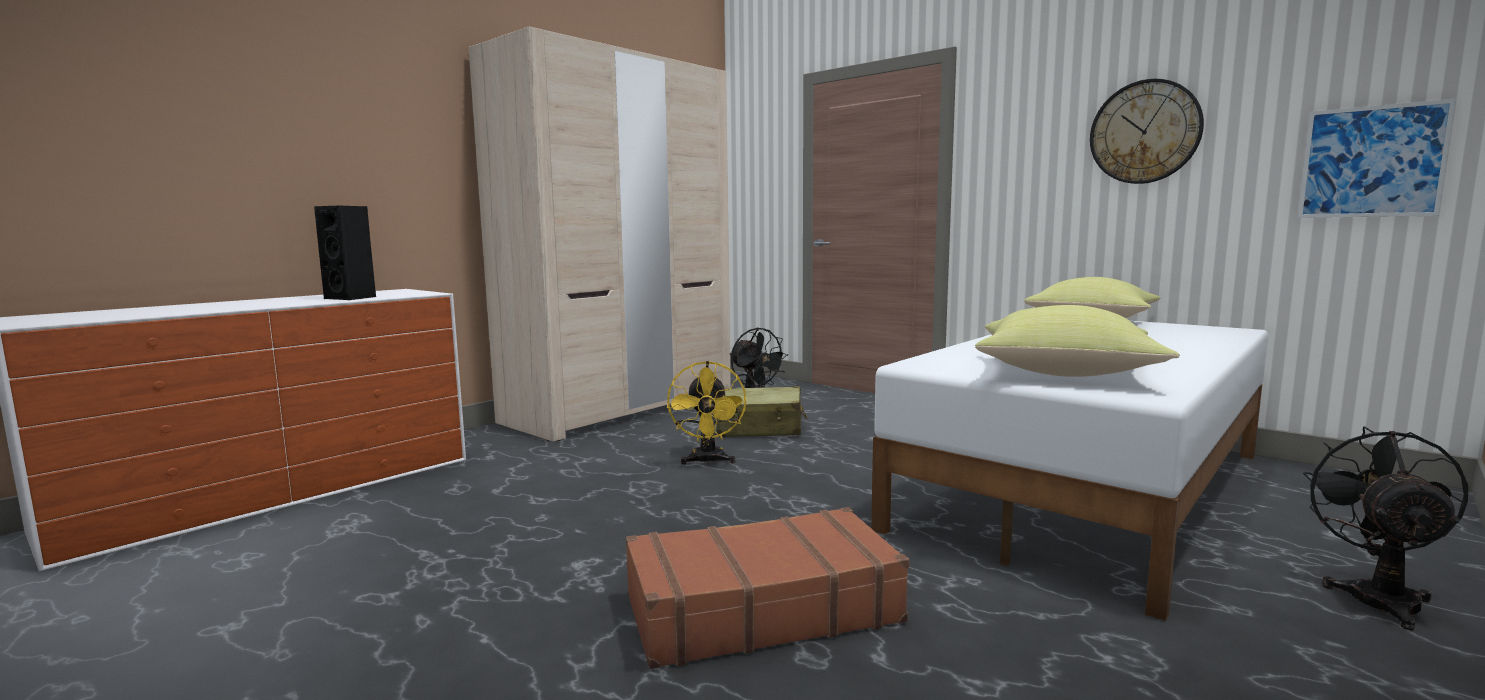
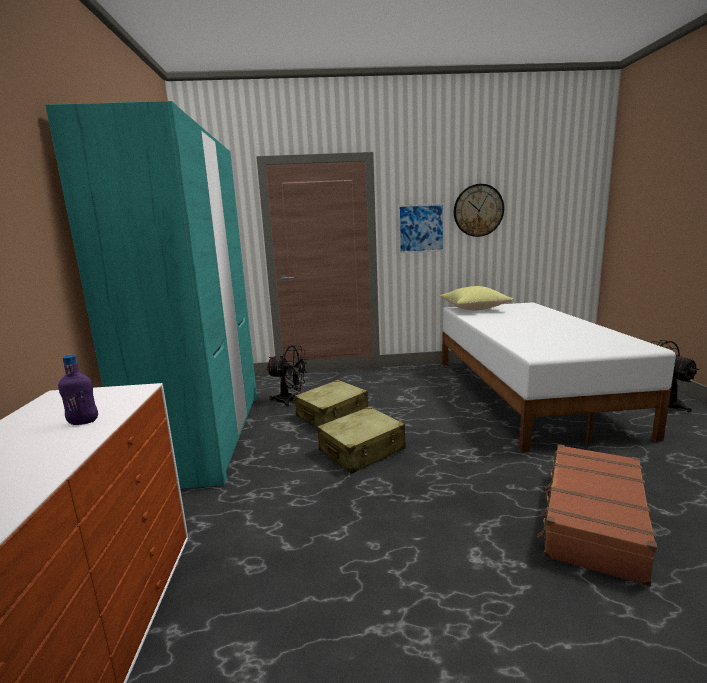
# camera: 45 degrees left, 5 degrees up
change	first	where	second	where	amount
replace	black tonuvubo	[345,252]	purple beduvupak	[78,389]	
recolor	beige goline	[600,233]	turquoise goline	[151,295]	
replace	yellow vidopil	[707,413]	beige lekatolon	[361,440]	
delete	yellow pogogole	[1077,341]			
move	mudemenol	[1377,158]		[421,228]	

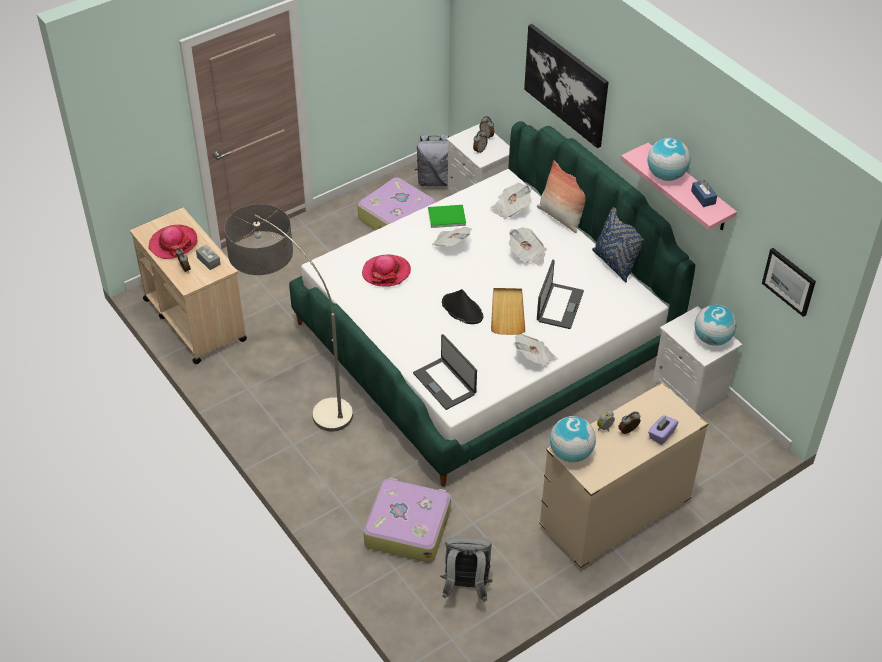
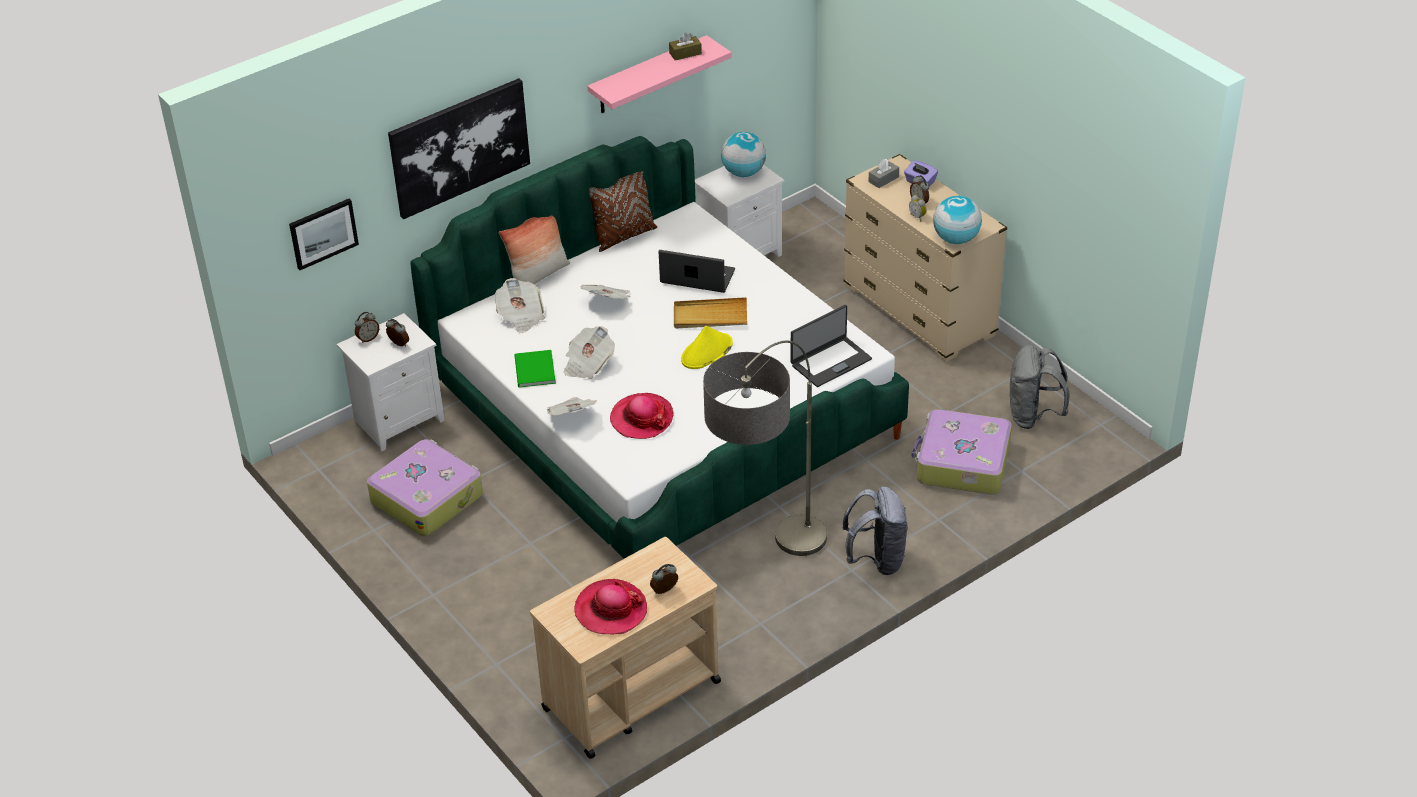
# camera: 90 degrees left, 5 degrees down
change	first	where	second	where	amount
move	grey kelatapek	[208,257]		[883,173]	
move	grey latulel	[432,160]		[874,530]	
recolor	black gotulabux	[462,306]	yellow gotulabux	[707,347]	
move	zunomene	[535,349]		[571,406]	
recolor	blue pogogole	[618,244]	brown pogogole	[623,211]	
delete	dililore	[669,159]			
recolor	blue kelatapek	[704,193]	brown kelatapek	[685,46]	
move	mudemenol	[789,282]		[324,234]	

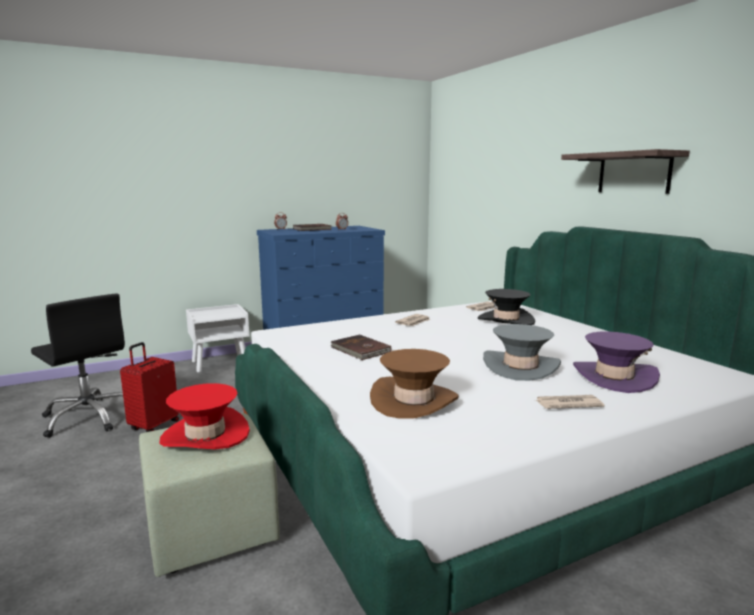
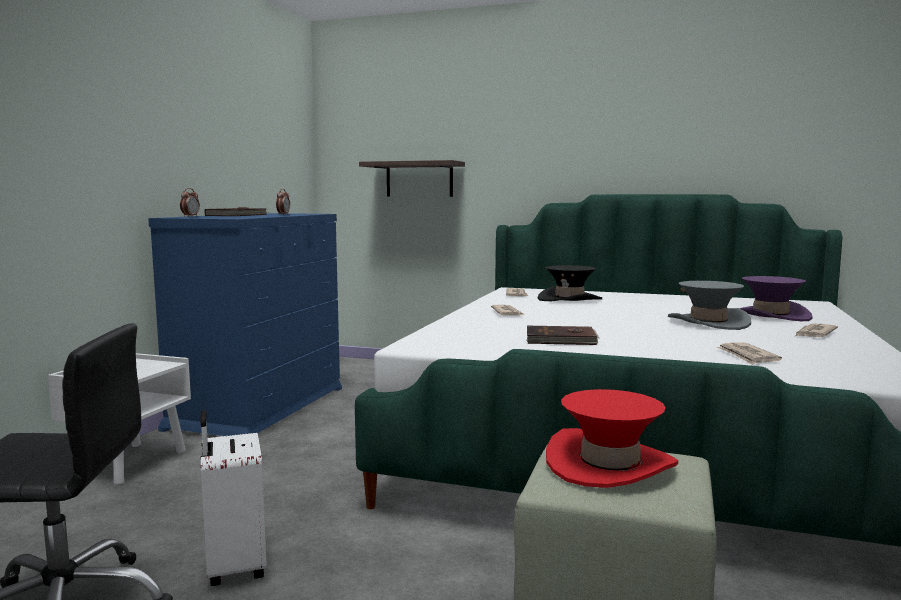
# camera: 45 degrees left, 5 degrees down
change	first	where	second	where	amount
recolor	red lekatolon	[149,387]	white lekatolon	[234,498]	
replace	brown gotulabux	[414,384]	zunomene	[749,353]	
move	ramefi	[625,171]		[412,178]	

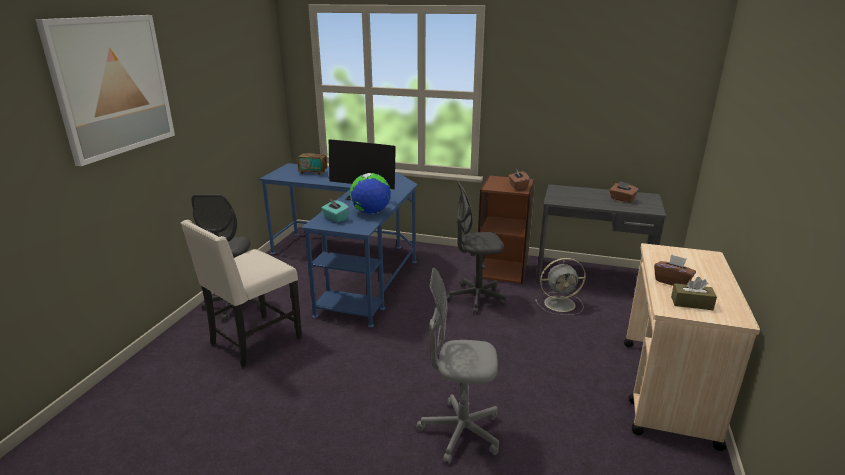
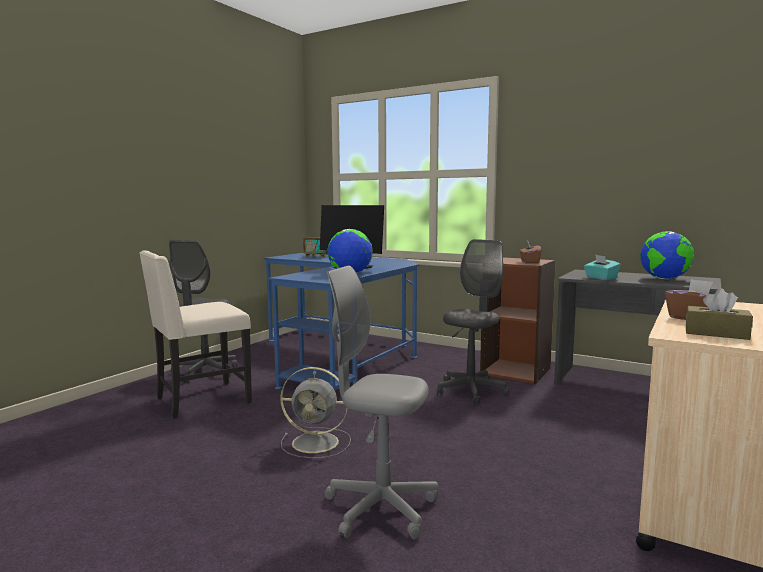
# camera: 15 degrees right, 15 degrees down
change	first	where	second	where	amount
delete	mudemenol	[105,90]			
move	turquoise kelatapek	[336,210]		[602,267]	
rotate	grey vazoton	[476,247]		[473,321]	120 degrees clockwise
move	grey vidopil	[560,286]		[315,412]	
replace	brown kelatapek	[624,192]	dililore	[667,255]	

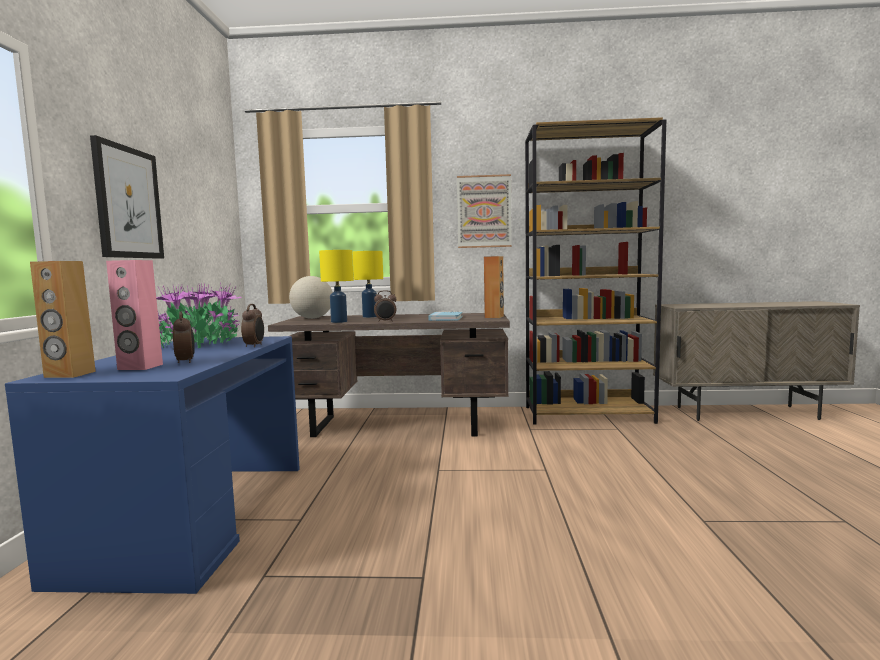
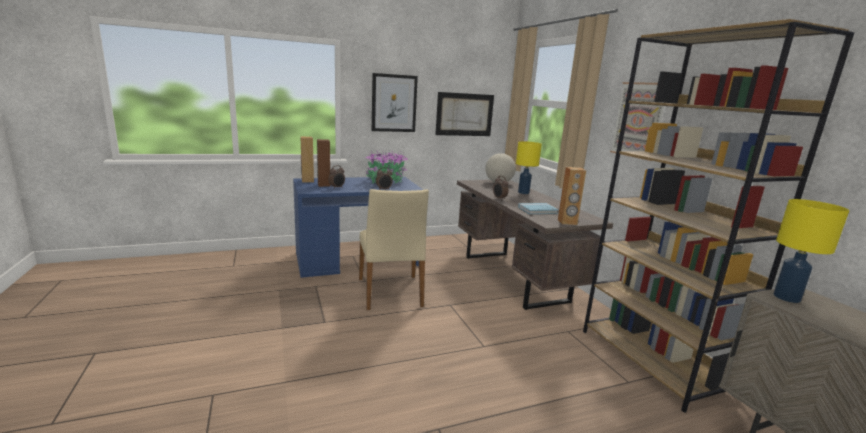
# camera: 65 degrees right, 10 degrees up
change	first	where	second	where	amount
recolor	pink tonuvubo	[134,315]	brown tonuvubo	[323,163]	
move	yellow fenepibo	[336,286]		[811,251]	
insert			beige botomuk	[394,249]	
insert			mudemenol	[464,114]	

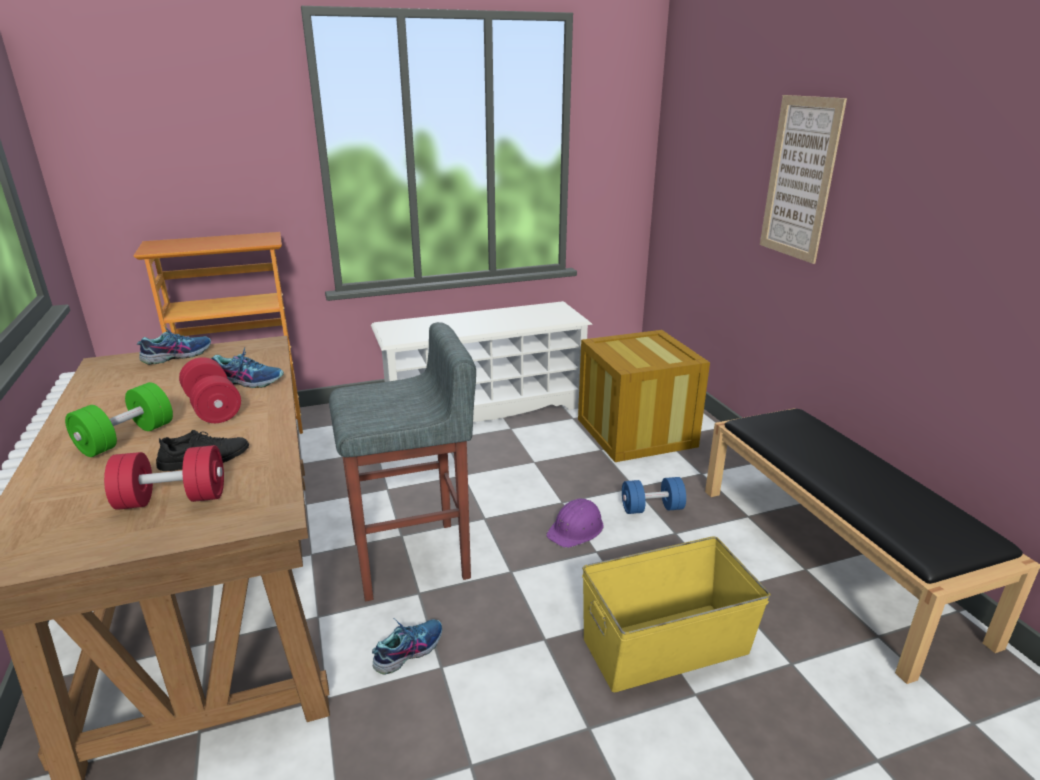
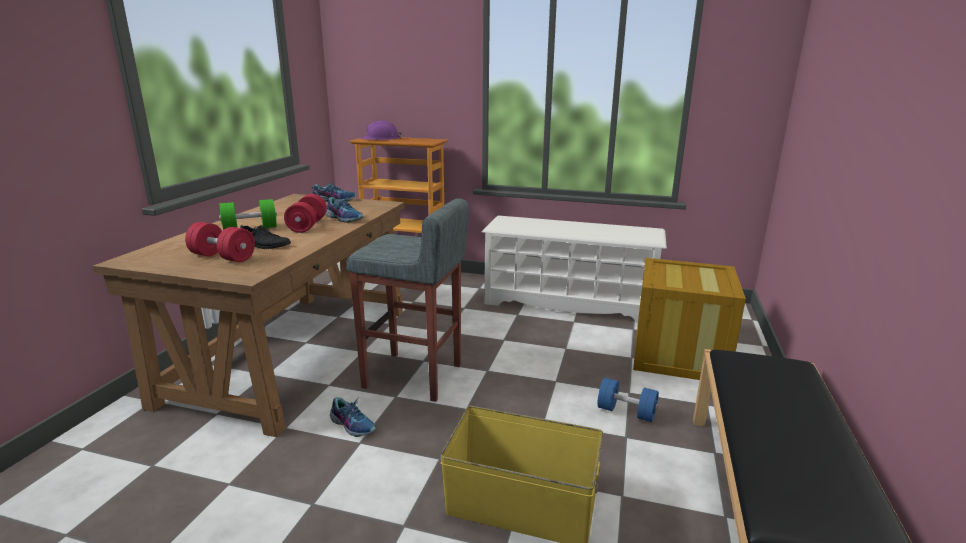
# camera: 35 degrees right, 5 degrees down
change	first	where	second	where	amount
rotate	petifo	[407,646]		[353,417]	45 degrees clockwise
move	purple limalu	[575,523]		[381,130]	
delete	mudemenol	[803,179]			

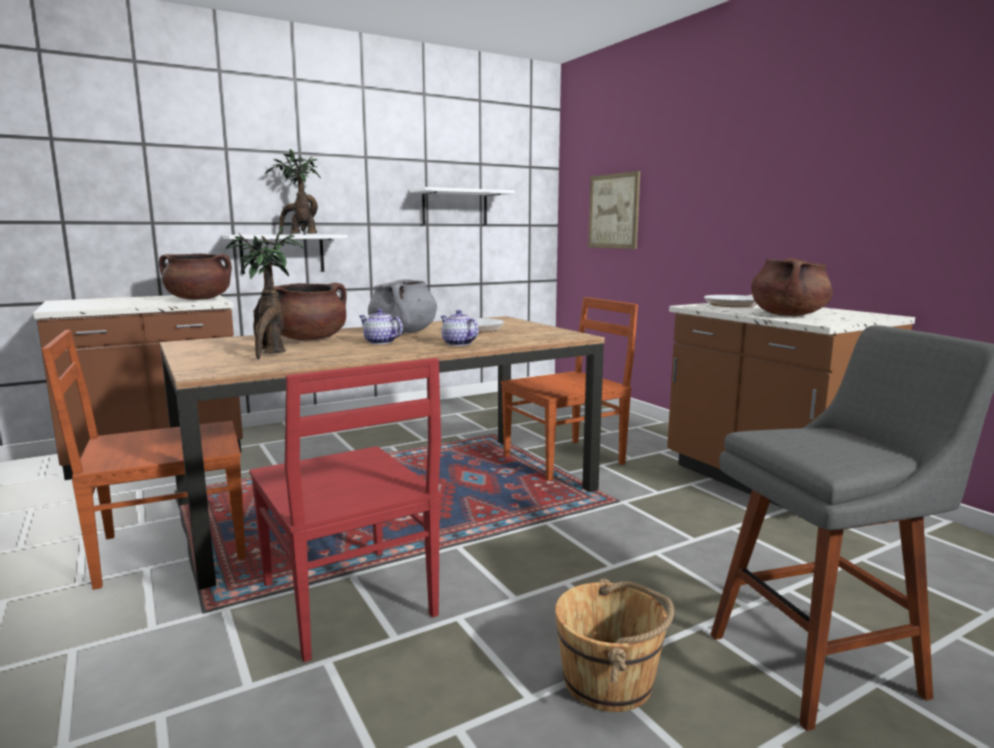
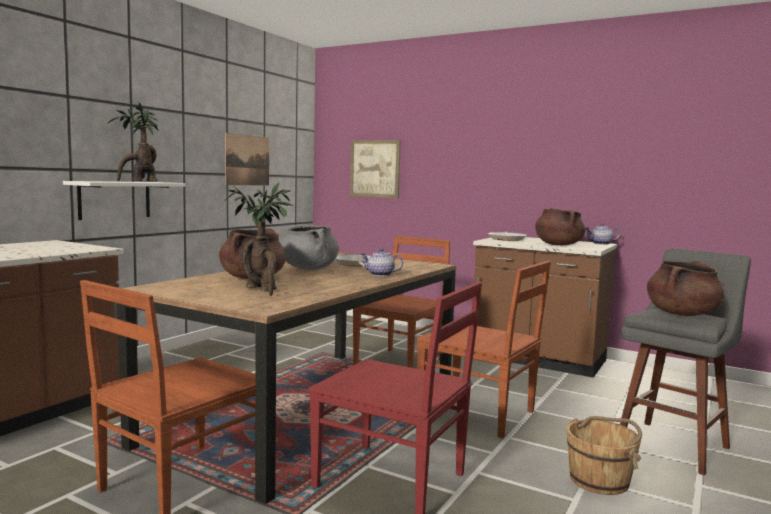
# camera: 30 degrees left, 5 degrees down
change	first	where	second	where	amount
move	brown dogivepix	[195,276]		[685,288]	
move	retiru	[381,326]		[603,234]	
replace	white ramefi	[462,206]	mudemenol	[247,159]	
insert			brown botomuk	[483,349]	

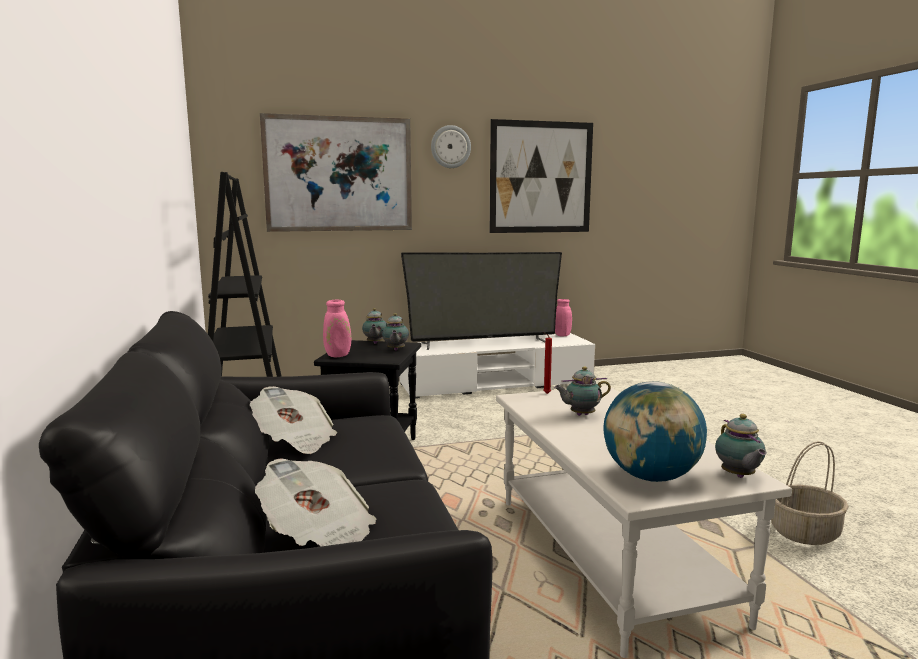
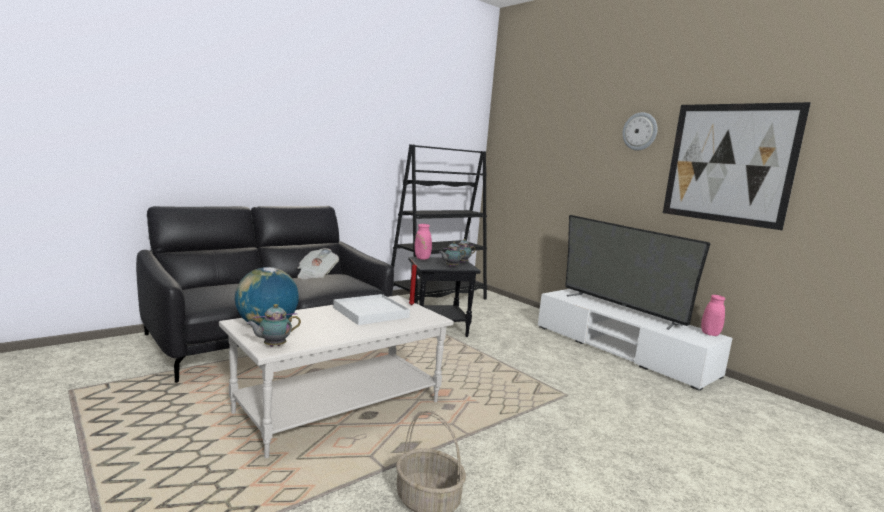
# camera: 65 degrees right, 0 degrees up
change	first	where	second	where	amount
delete	zunomene	[316,502]			
delete	mudemenol	[336,172]			
replace	retiru	[582,391]	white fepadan	[371,309]	

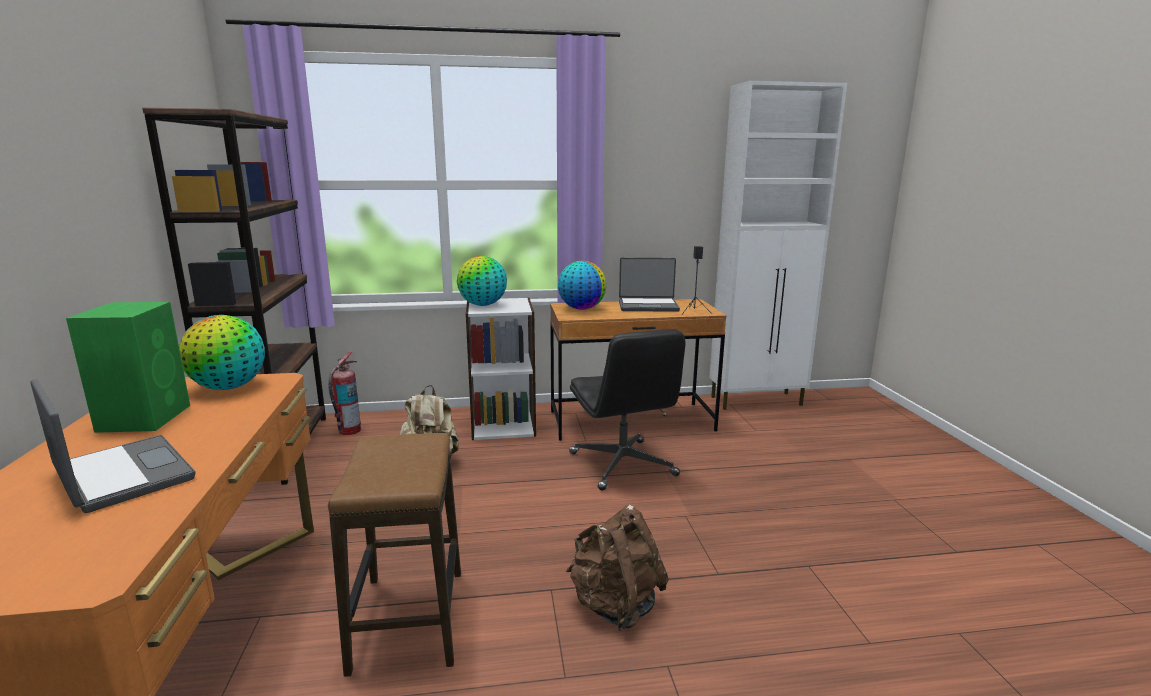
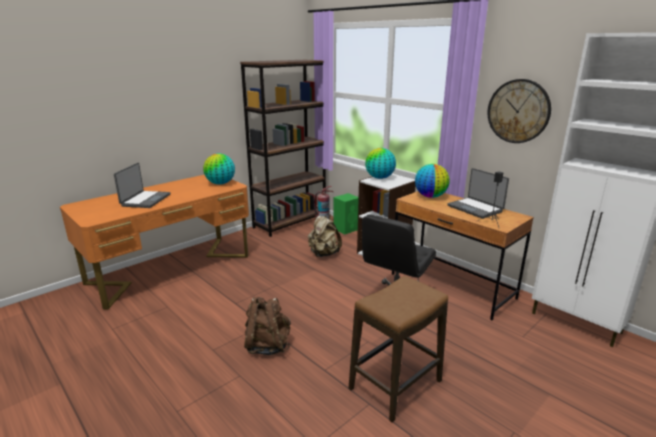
# camera: 55 degrees right, 5 degrees up
change	first	where	second	where	amount
move	green tonuvubo	[128,367]		[346,214]	
move	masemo	[394,555]		[398,349]	
insert			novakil	[519,111]	

